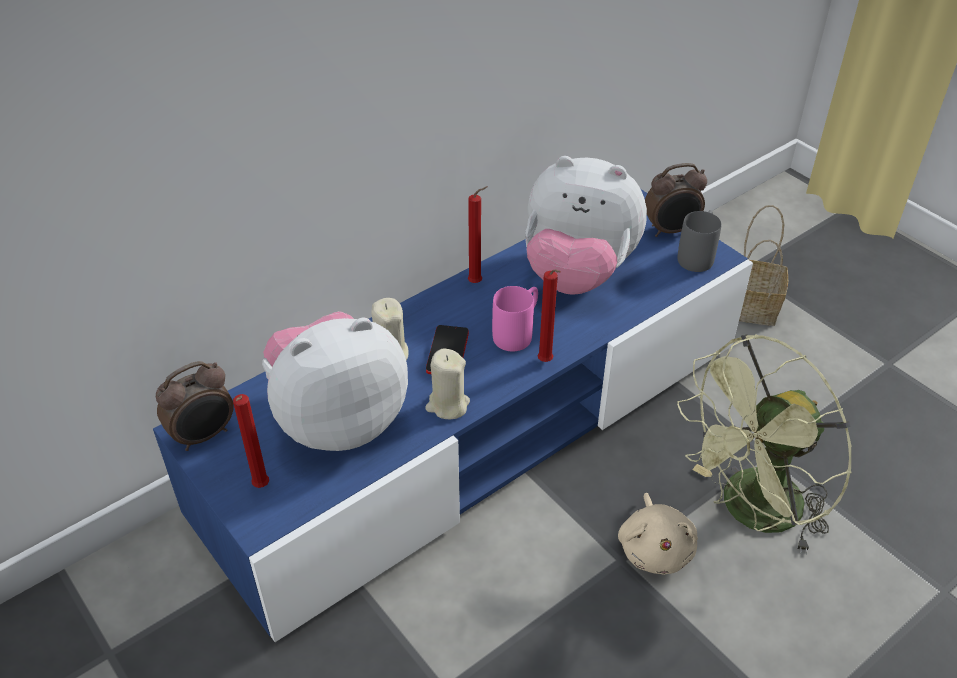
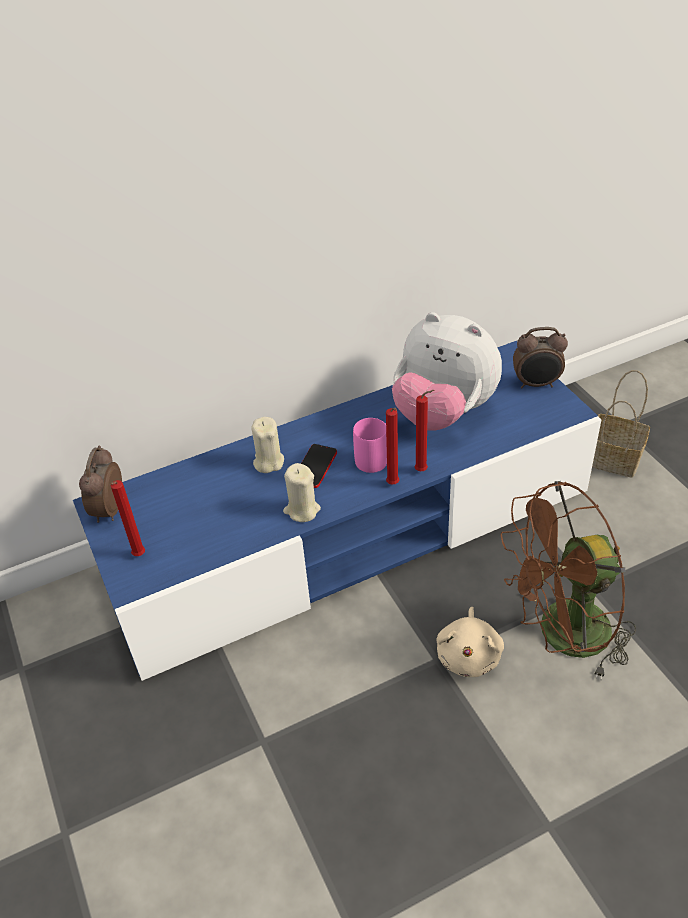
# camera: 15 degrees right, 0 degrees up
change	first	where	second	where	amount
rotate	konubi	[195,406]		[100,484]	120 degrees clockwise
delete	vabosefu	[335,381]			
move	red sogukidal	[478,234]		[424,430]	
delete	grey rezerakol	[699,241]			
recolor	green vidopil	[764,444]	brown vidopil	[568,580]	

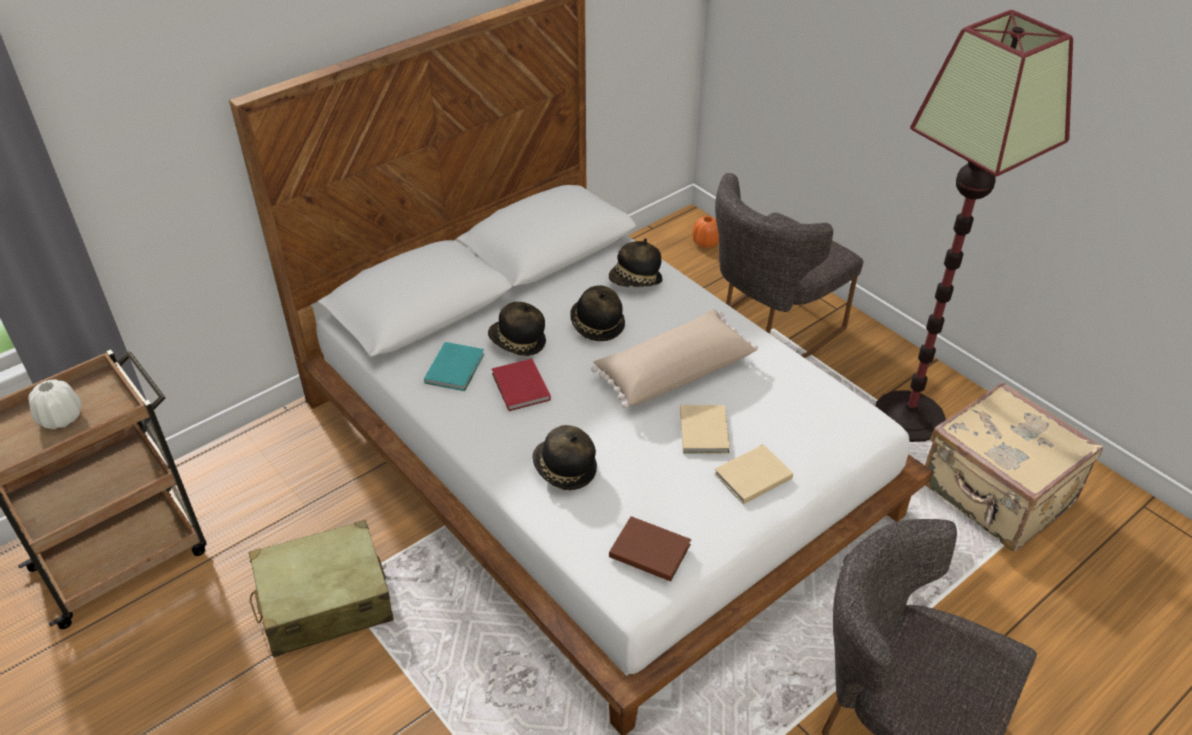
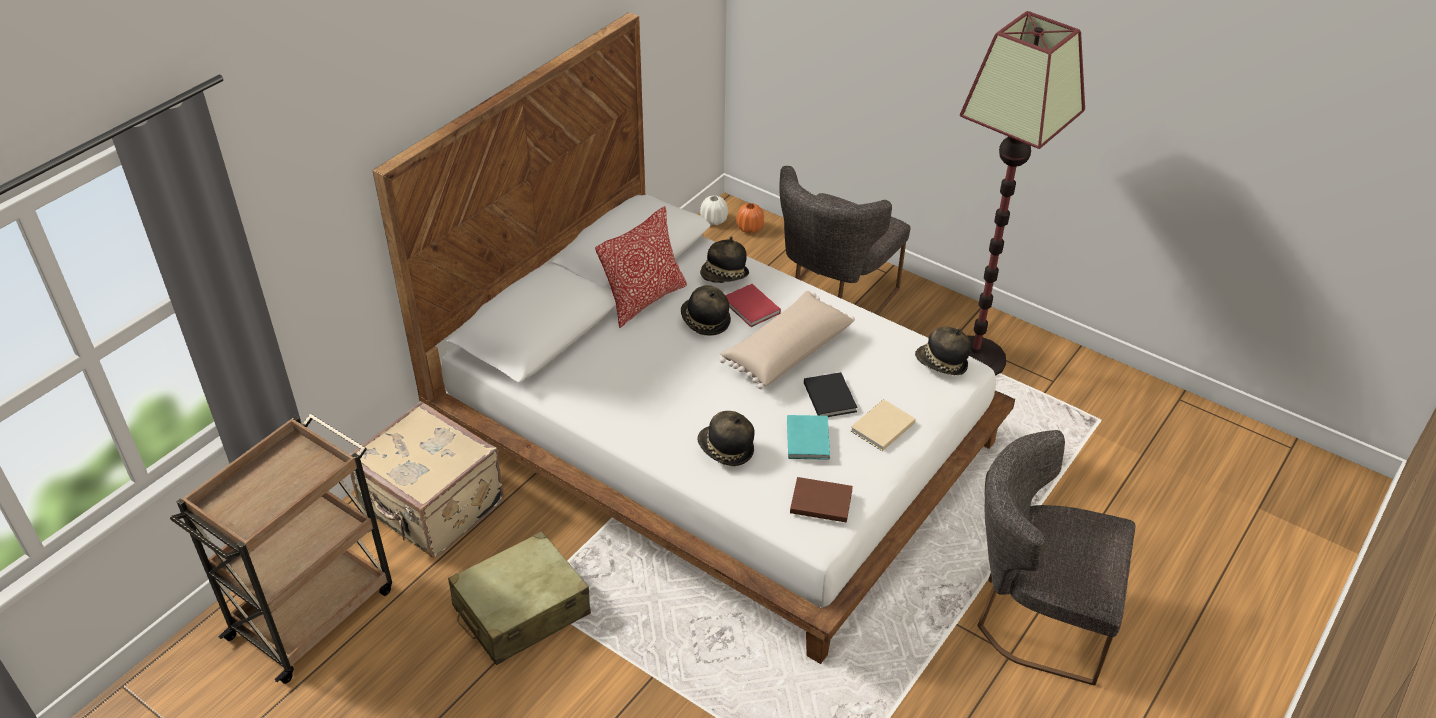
# camera: 15 degrees left, 0 degrees up
change	first	where	second	where	amount
move	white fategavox	[55,404]		[714,210]	
move	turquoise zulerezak	[454,366]		[808,437]	
move	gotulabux	[517,329]		[943,350]	
move	red zulerezak	[521,385]		[753,305]	
recolor	beige zulerezak	[705,429]	black zulerezak	[830,394]	
move	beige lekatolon	[1014,467]		[426,479]	
insert			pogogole	[641,267]	

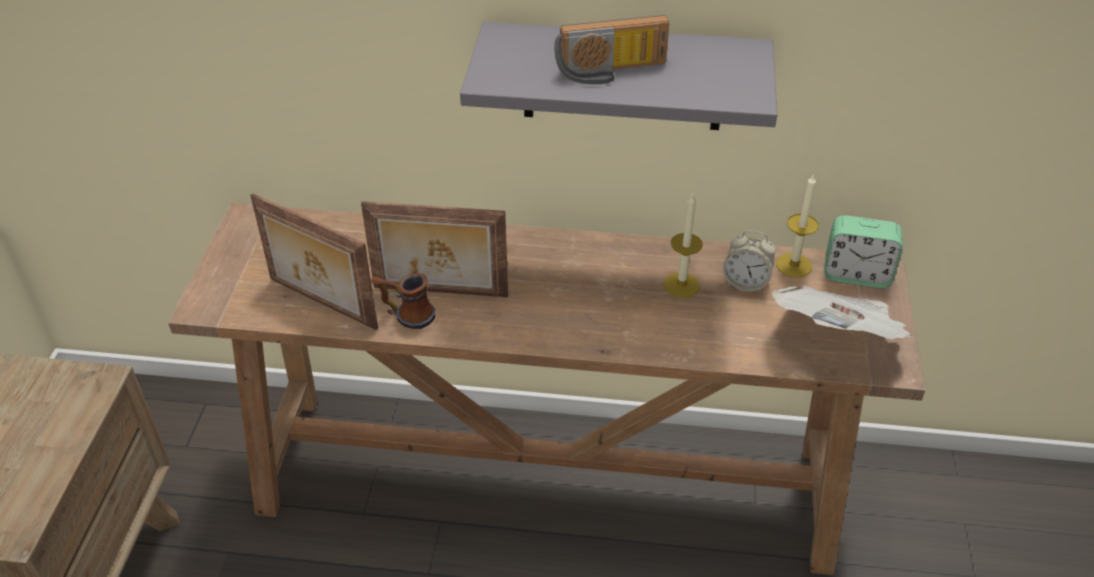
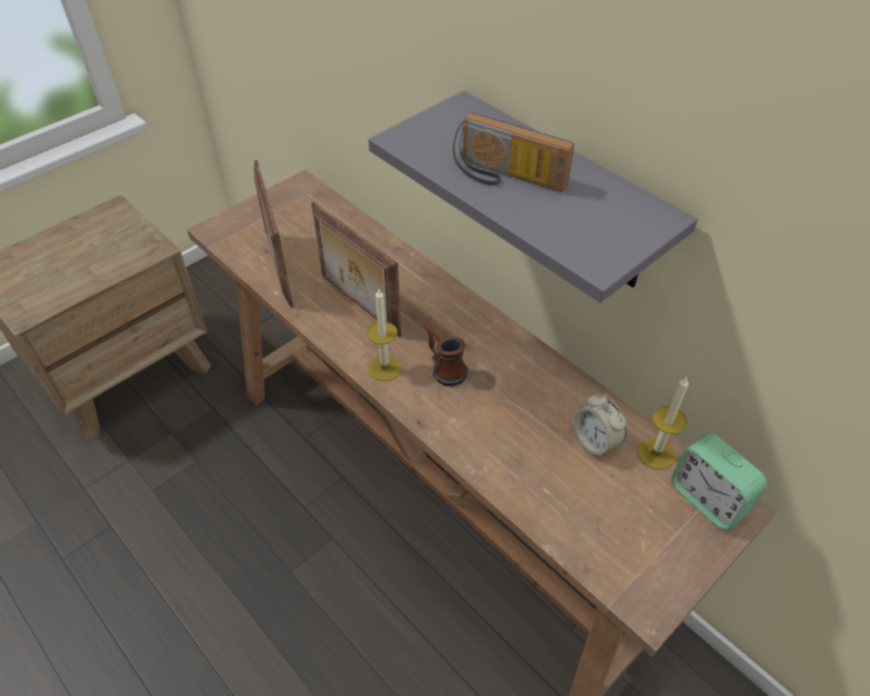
# camera: 40 degrees right, 5 degrees up
change	first	where	second	where	amount
move	rezerakol	[403,301]		[445,354]	
move	sogukidal	[683,245]		[384,335]	
delete	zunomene	[842,312]			

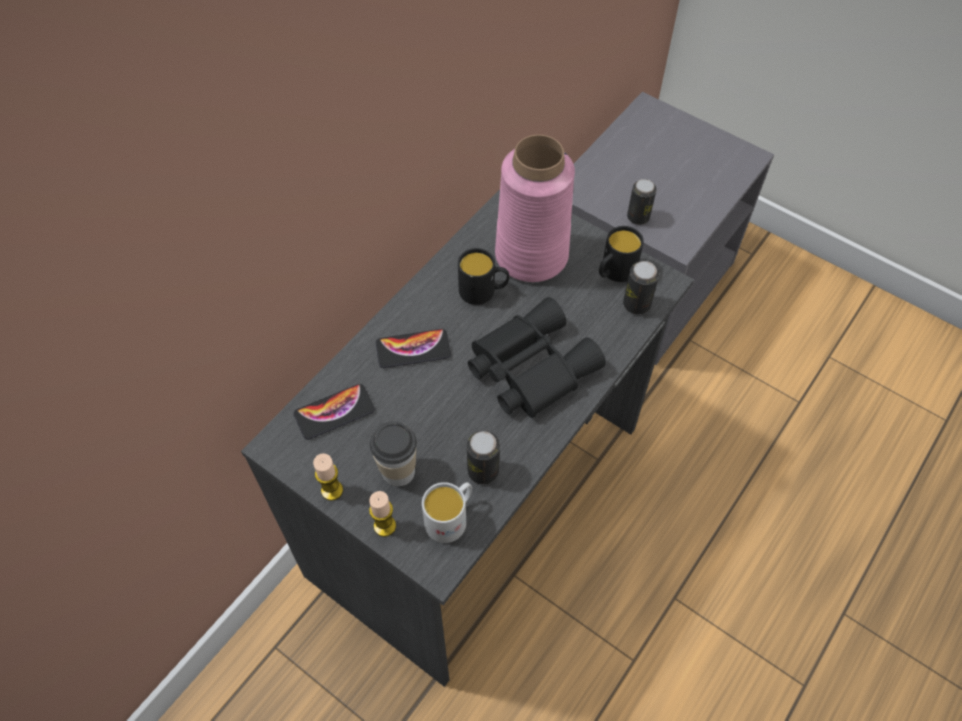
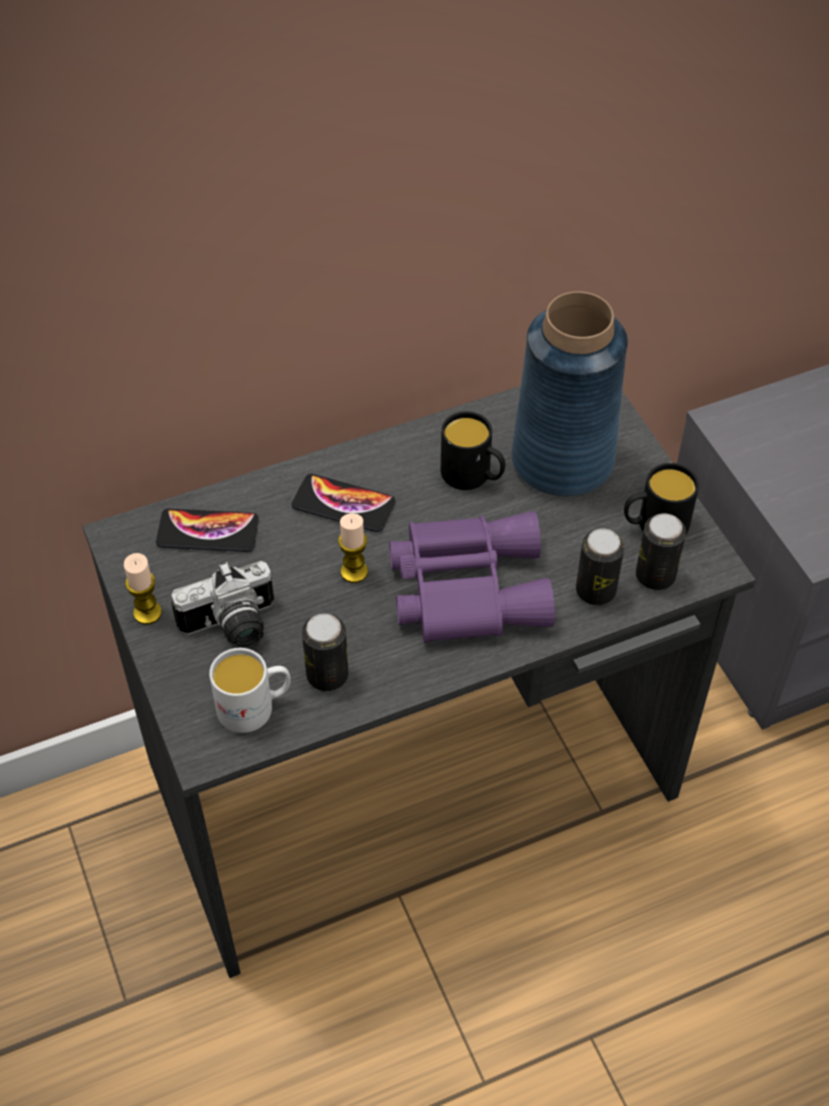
# camera: 30 degrees right, 5 degrees down
change	first	where	second	where	amount
move	sogukidal	[382,514]		[353,548]	
replace	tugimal	[393,454]	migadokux	[222,604]	
recolor	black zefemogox	[537,357]	purple zefemogox	[472,577]	
recolor	pink fategavox	[535,208]	blue fategavox	[570,394]	
move	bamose	[642,202]		[600,567]	

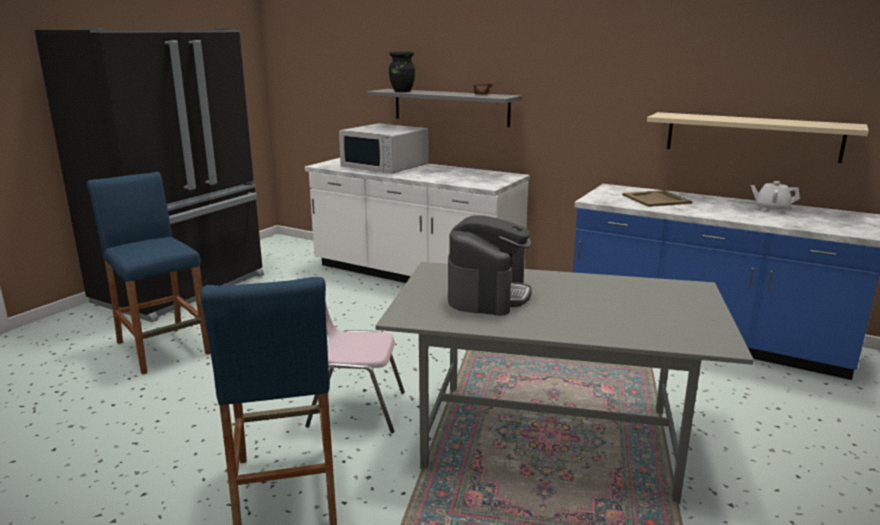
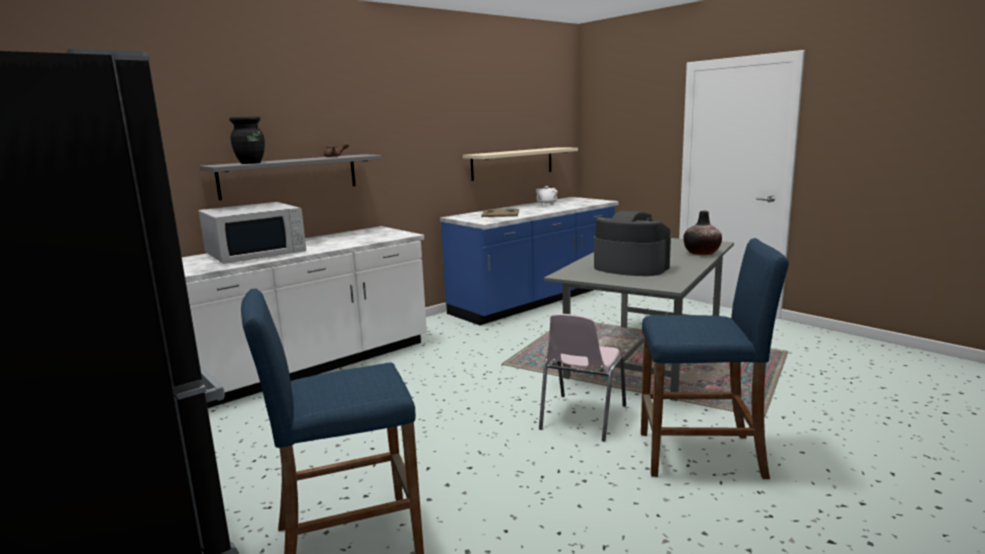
# camera: 70 degrees left, 5 degrees down
change	first	where	second	where	amount
insert			fategavox	[702,233]	

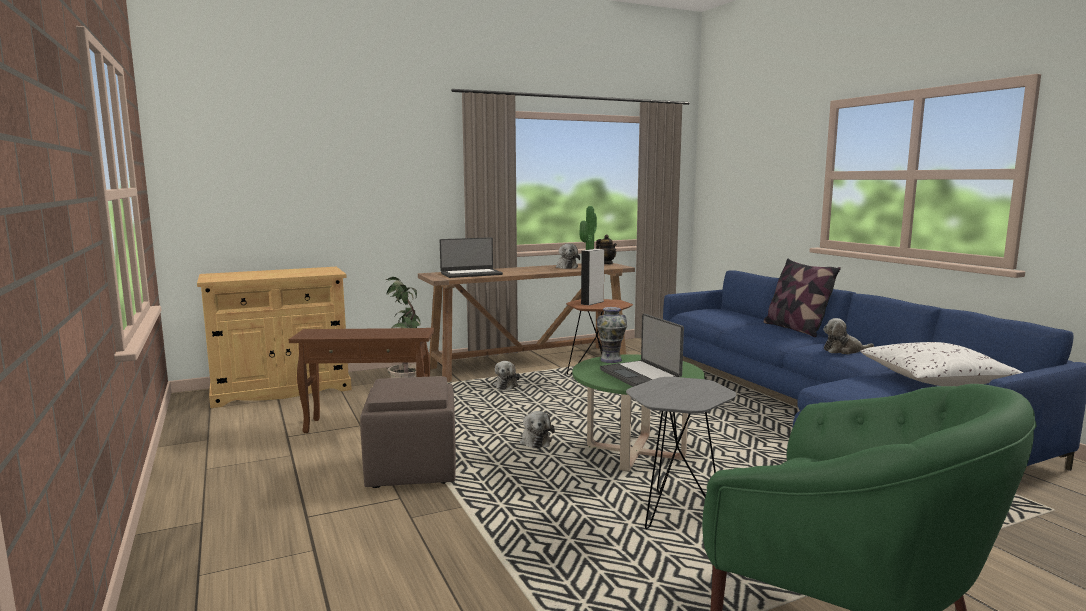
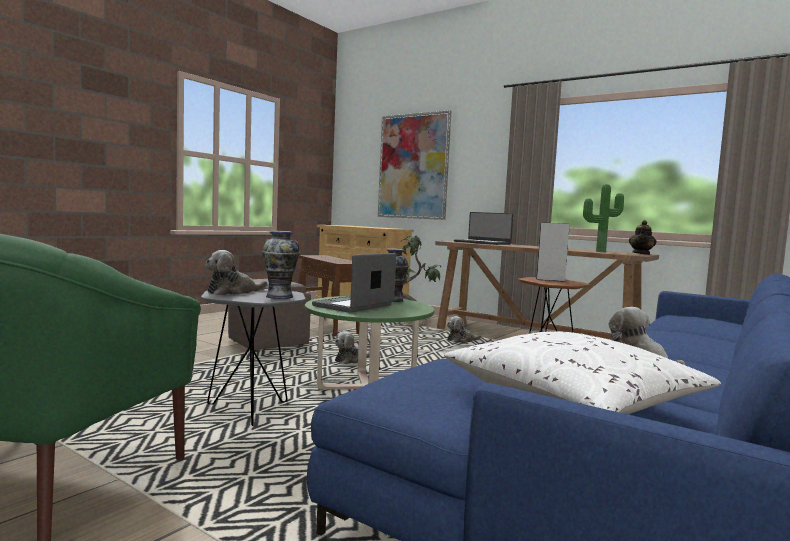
# camera: 60 degrees right, 5 degrees down
change	first	where	second	where	amount
move	vabosefu	[568,256]		[236,272]	
delete	pogogole	[802,297]			
insert			fategavox	[281,265]	
insert			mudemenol	[415,165]	

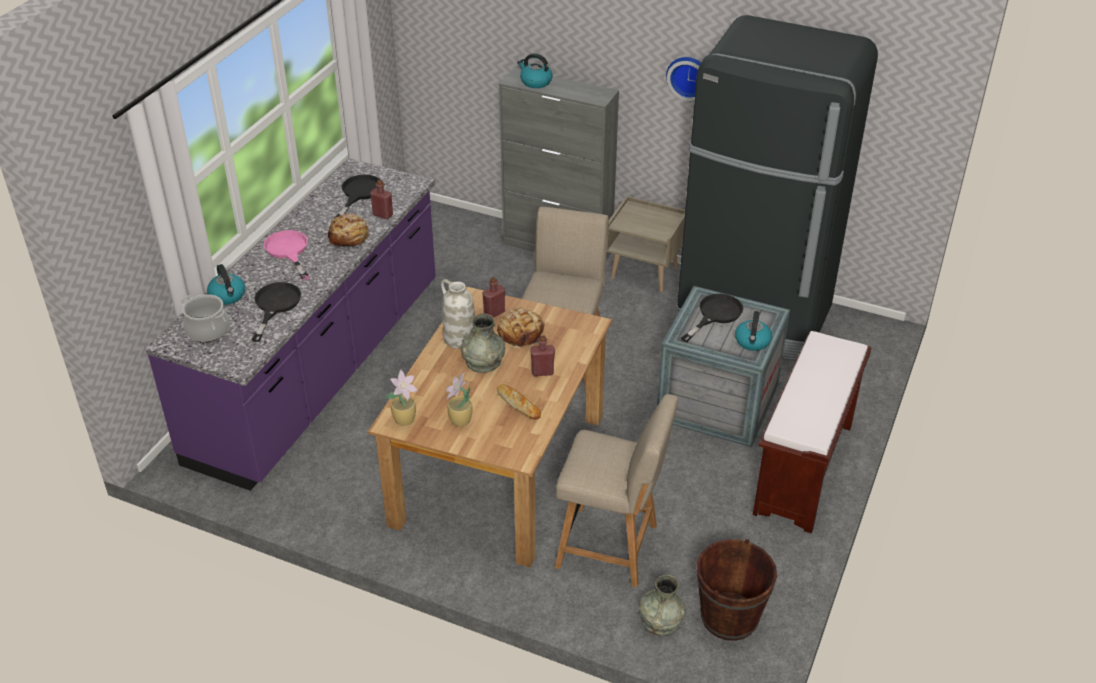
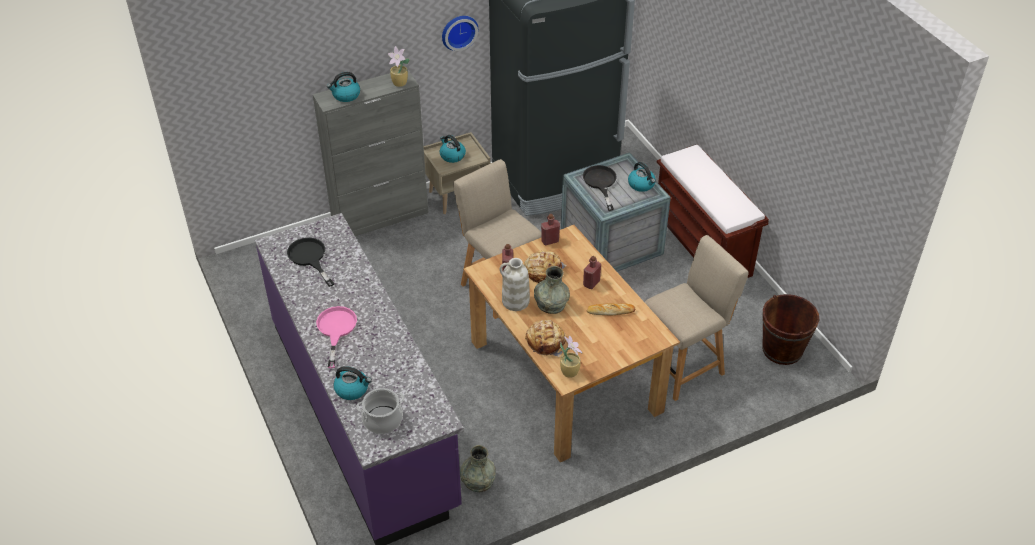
# camera: 50 degrees left, 5 degrees up
change	first	where	second	where	amount
delete	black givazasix	[276,312]			
rotate	pink givazasix	[286,255]		[336,337]	75 degrees clockwise
move	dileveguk	[348,232]		[545,338]	
move	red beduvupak	[381,199]		[550,229]	
move	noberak	[459,400]		[399,66]	
move	grey fategavox	[661,605]		[478,468]	
insert			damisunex	[453,149]	

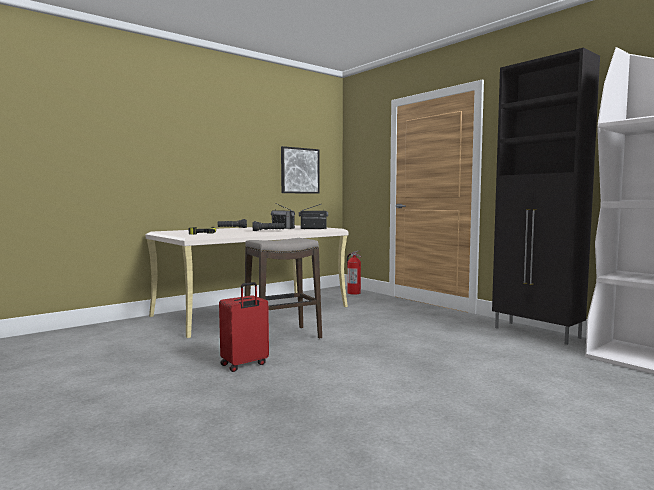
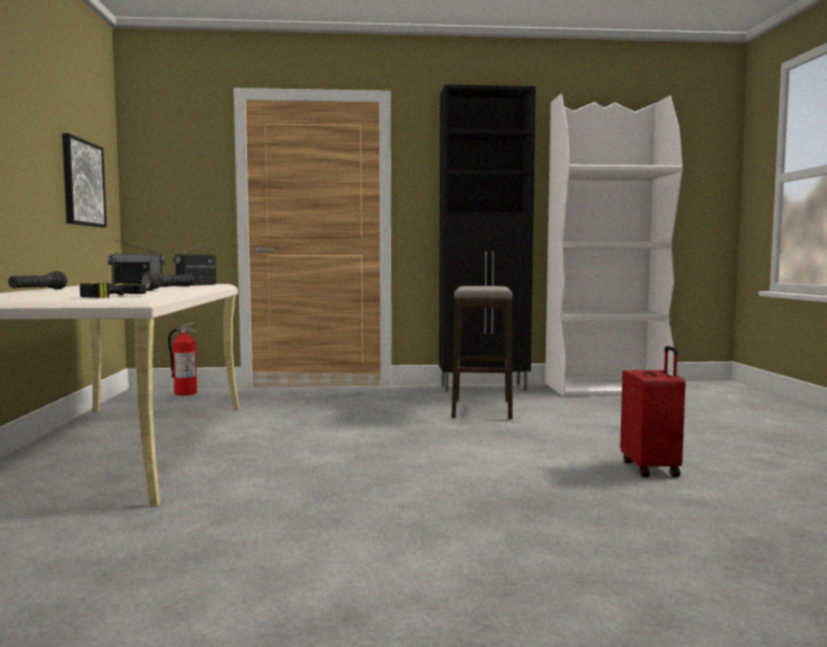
# camera: 55 degrees left, 0 degrees up
change	first	where	second	where	amount
move	red lekatolon	[244,327]		[652,411]	
move	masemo	[283,288]		[482,353]	

